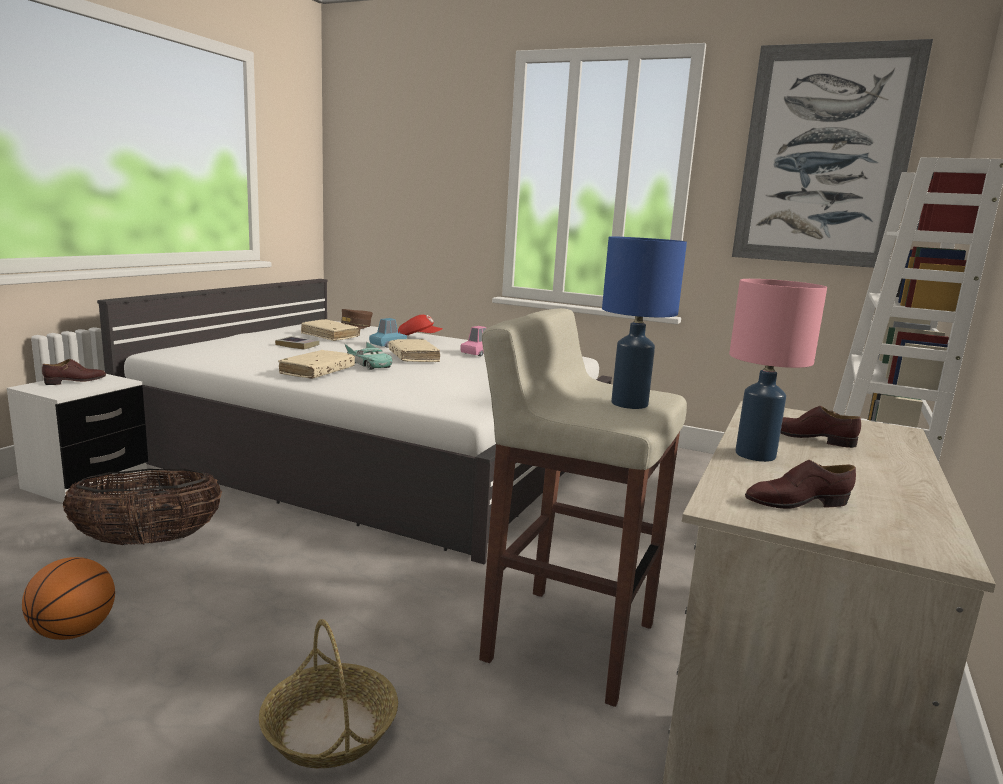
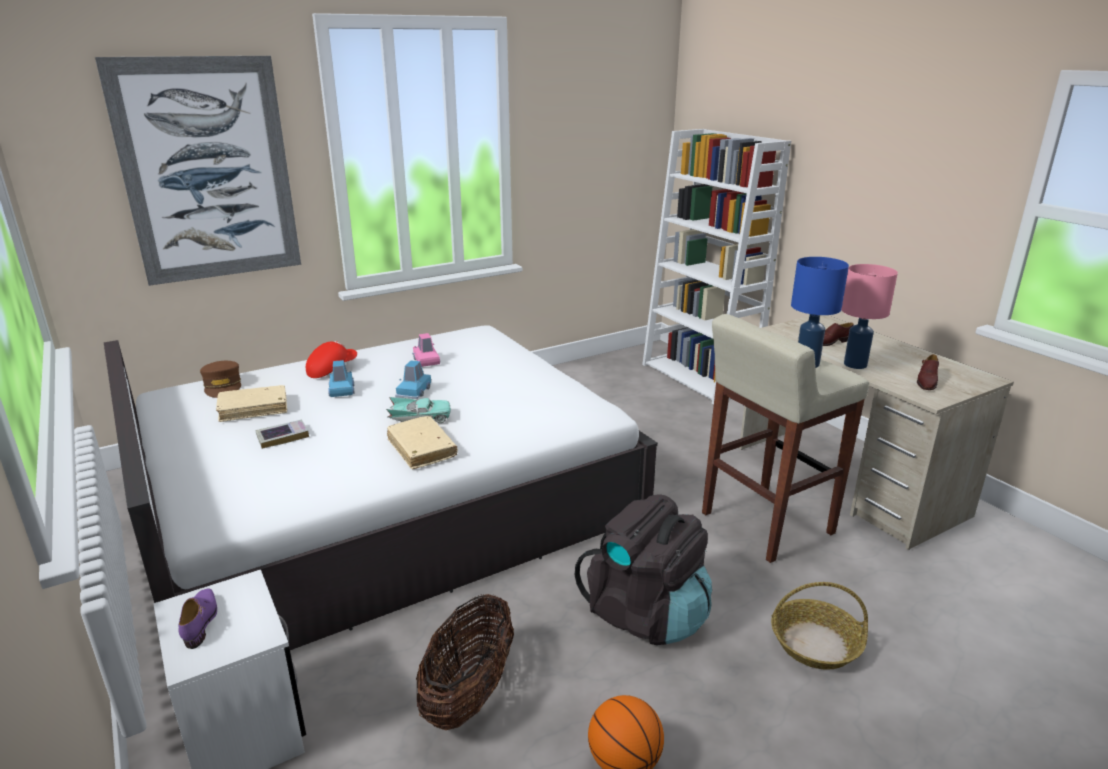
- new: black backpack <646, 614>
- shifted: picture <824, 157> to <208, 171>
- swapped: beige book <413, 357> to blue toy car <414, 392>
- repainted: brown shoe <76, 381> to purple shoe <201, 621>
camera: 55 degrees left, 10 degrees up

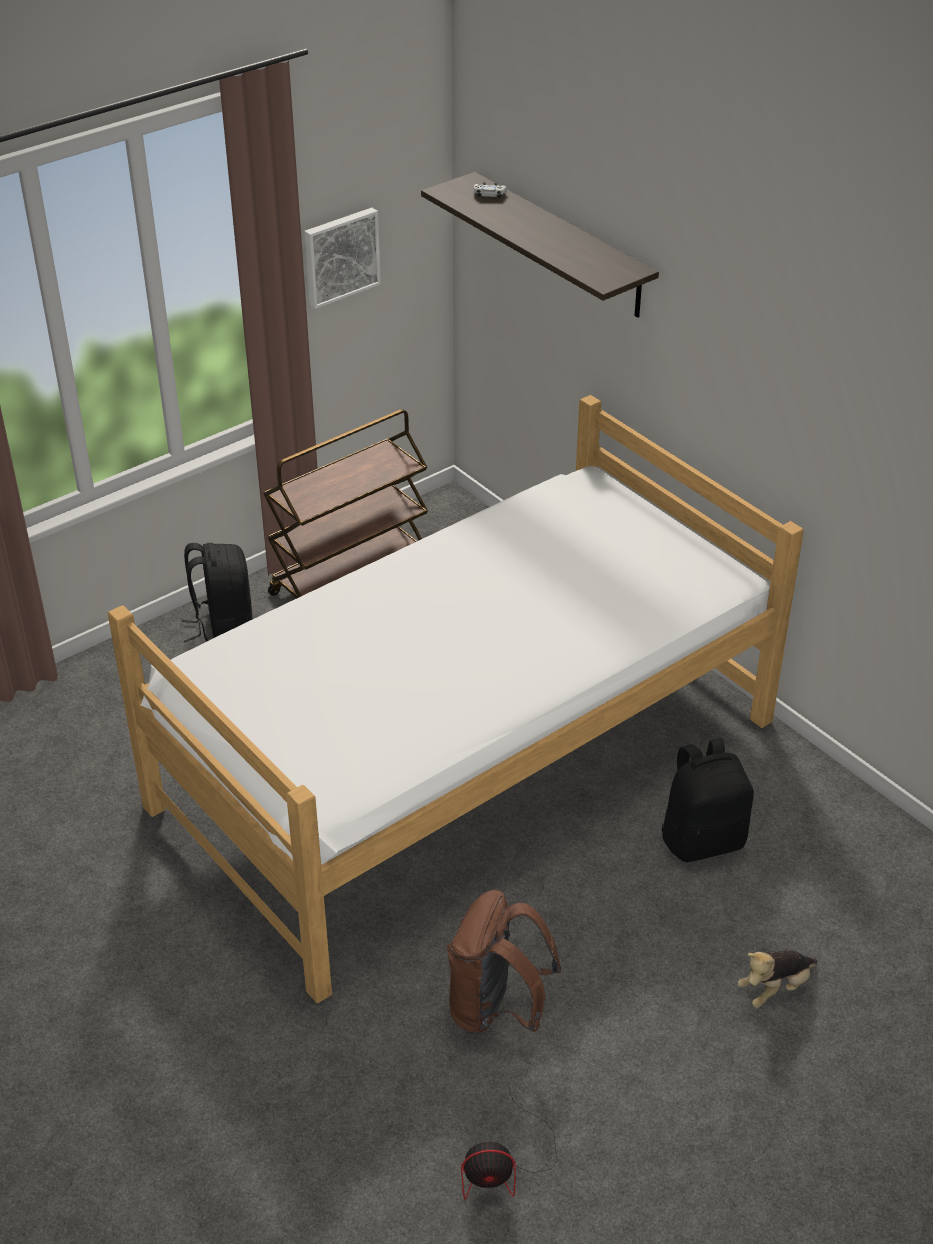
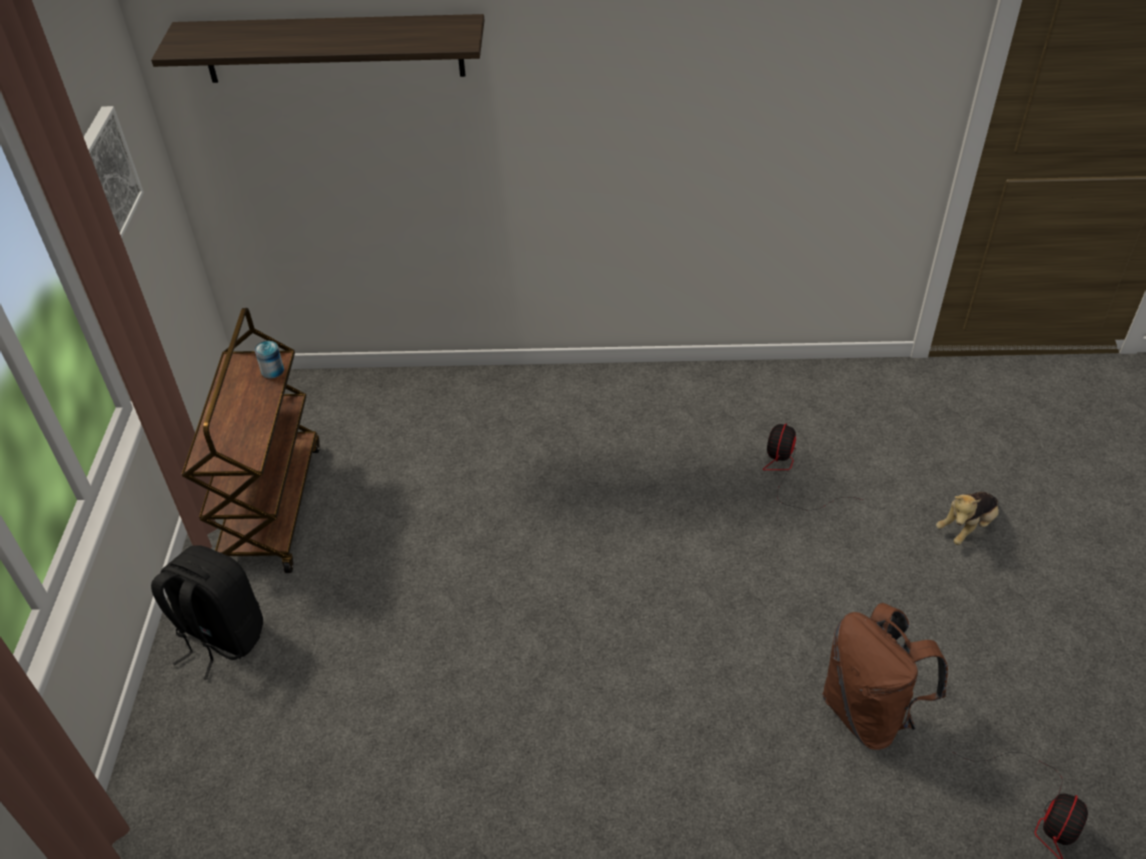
- gone: bed <468, 764>
- gone: white game controller <489, 194>
- new: can <272, 370>
- swapped: black backpack <703, 839> to fan <790, 474>
- rotated: plush toy <775, 988> = <966, 527> 45 degrees clockwise
camera: 50 degrees left, 5 degrees up

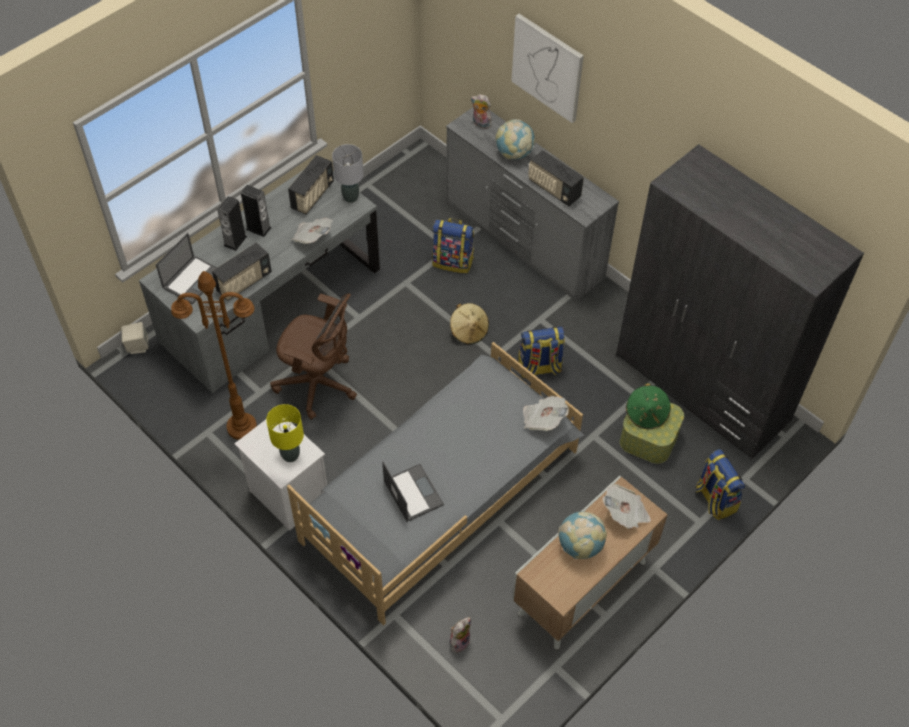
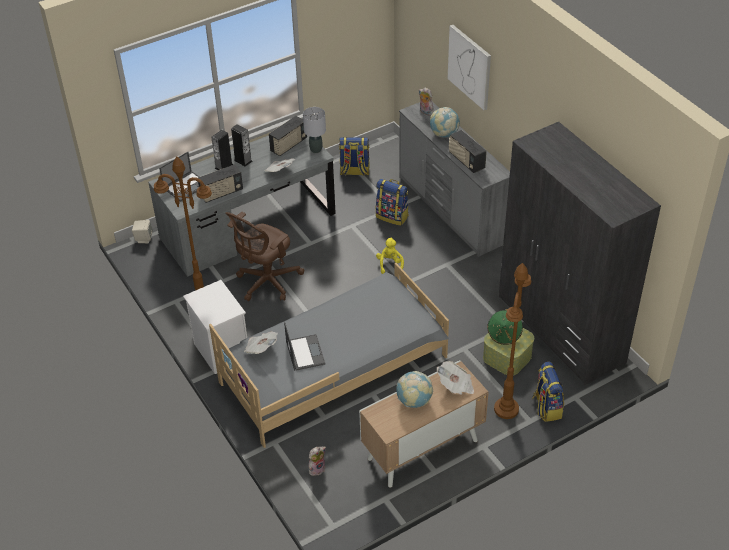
- gone: yellow table lamp <290, 455>
- new: brown floor lamp <506, 409>
- shifted: backpack <539, 368> to <354, 171>
- shifted: newspaper <543, 419> to <261, 348>
- swapped: beige hat <469, 331> to yellow plush toy <390, 264>
- rotated: brown office chair <319, 385> = <266, 283> 90 degrees clockwise
camera: 15 degrees right, 10 degrees down

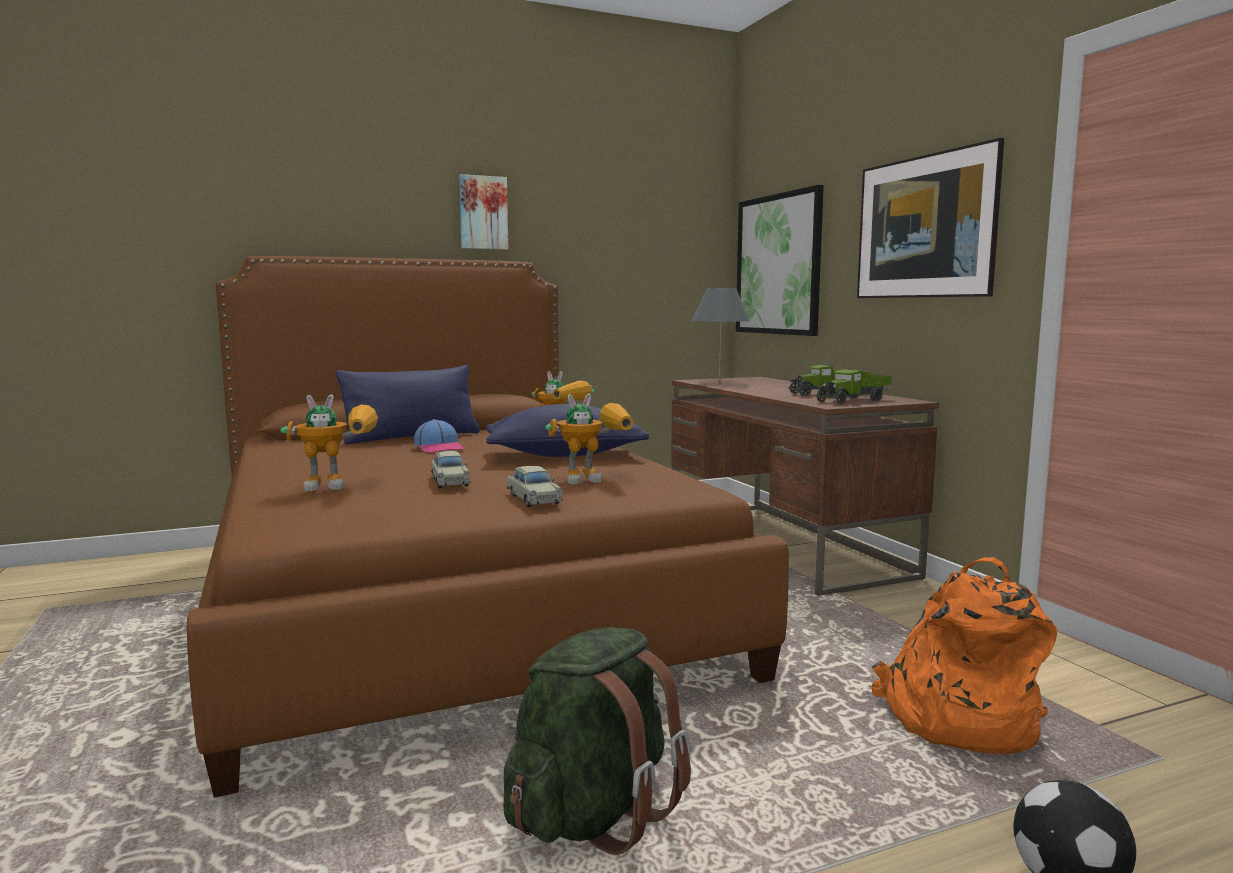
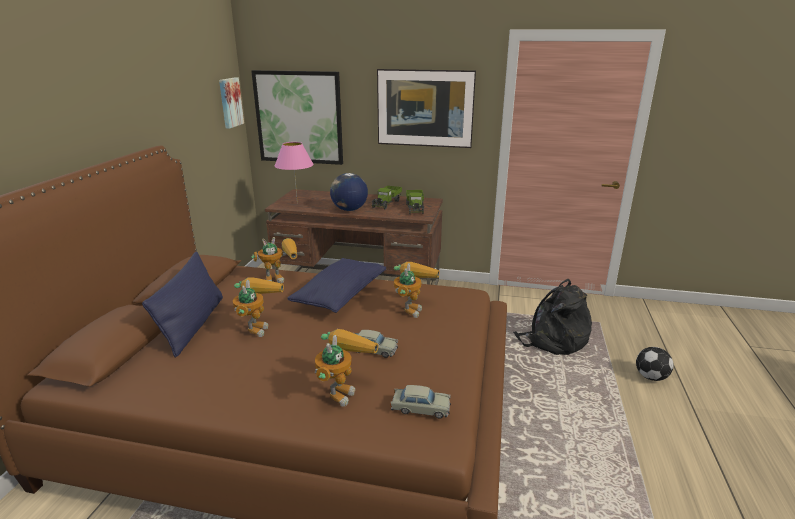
- gone: green backpack <593, 813>
- new: globe <349, 210>
- shifted: picture <483, 213> to <230, 102>
- shifted: beige toy car <533, 499> to <420, 408>
- swapped: cap <439, 448> to toy robot <257, 326>
- repainted: grey table lamp <719, 381> to pink table lamp <297, 203>
- repainted: orange backpack <957, 718> to black backpack <553, 340>
camera: 55 degrees left, 15 degrees up

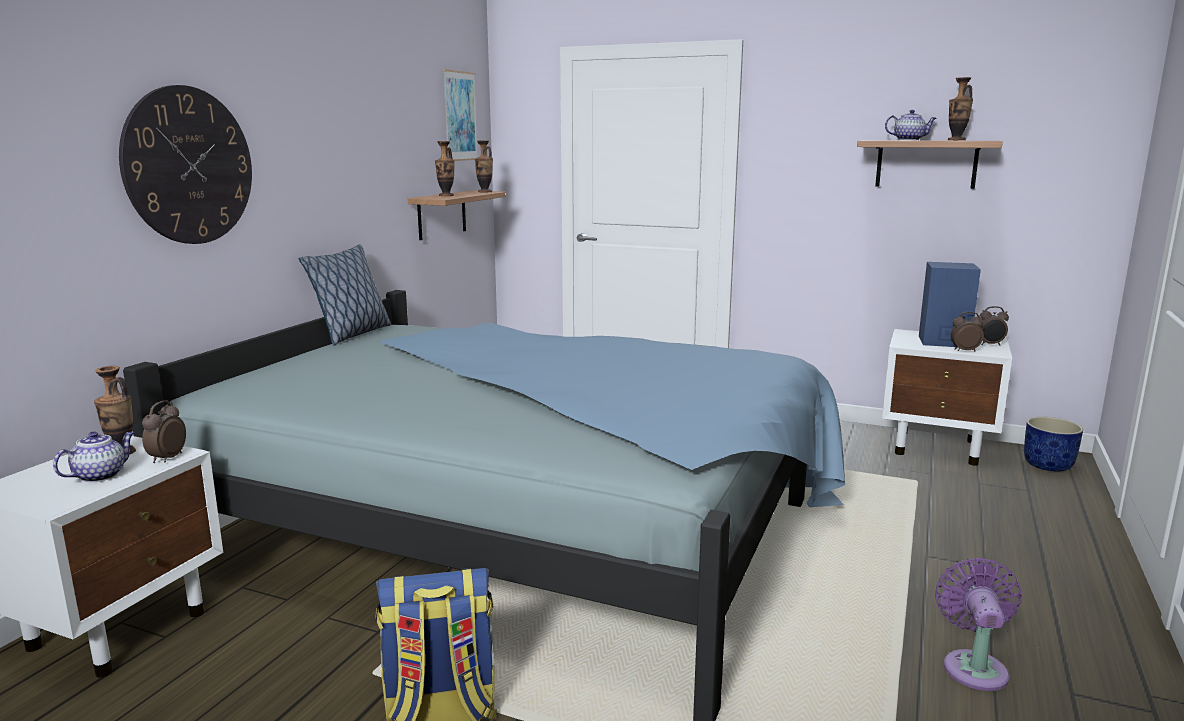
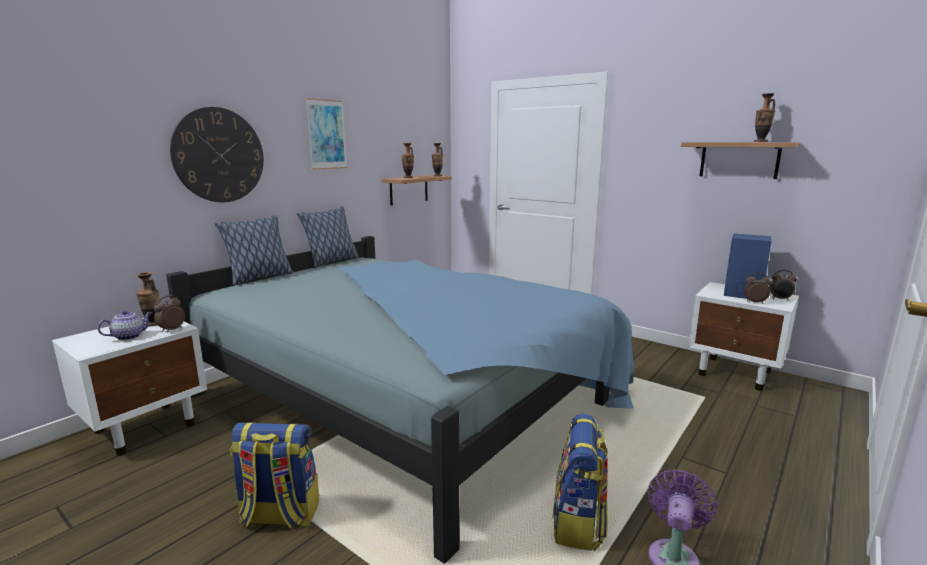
- gone: teapot <909, 140>
- gone: blue planter <1048, 465>
- new: pillow <259, 278>
- new: backpack <579, 523>
- shifted: picture <460, 116> to <326, 134>
camera: 15 degrees right, 0 degrees up

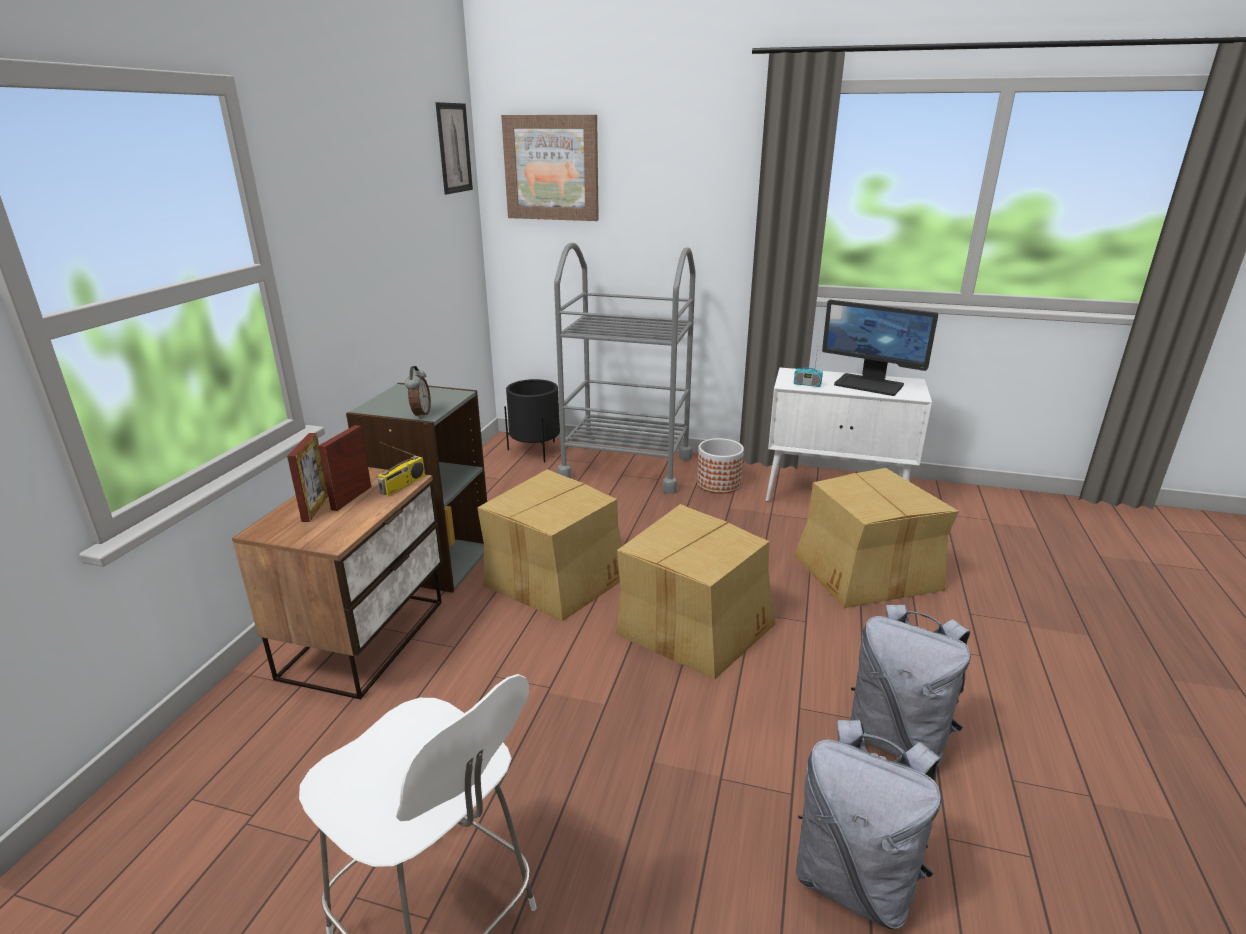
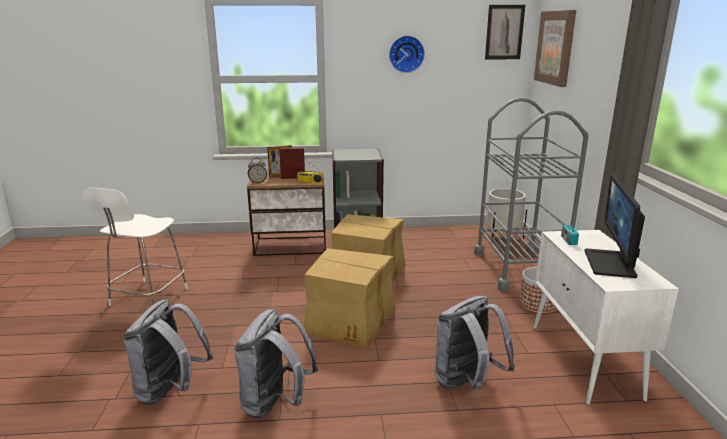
- new: wall clock <406, 54>
- shifted: alarm clock <420, 414> to <258, 182>
- swapped: cardboard box <865, 571> to grey backpack <466, 383>
- repainted: black planter <535, 451> to white planter <502, 238>
camera: 70 degrees right, 5 degrees down

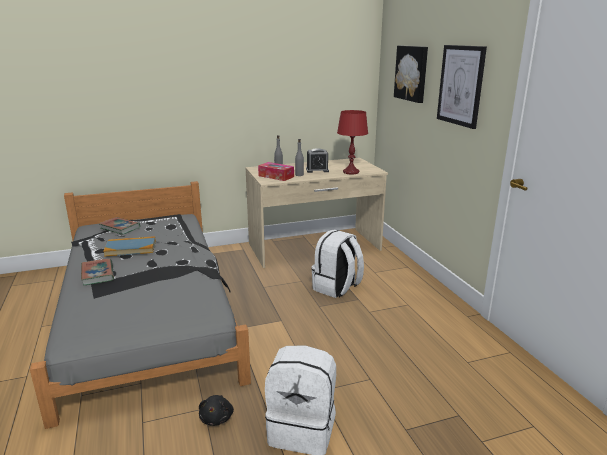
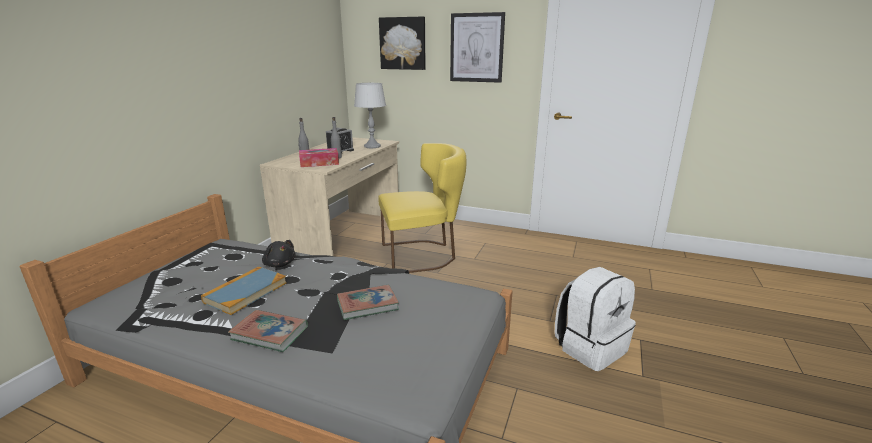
- shifted: book <120, 228> to <367, 305>
- shifted: black plush toy <217, 418> to <279, 264>
- swapped: white backpack <337, 288> to yellow chair <422, 255>
- repainted: red table lamp <350, 172> to grey table lamp <372, 146>
camera: 50 degrees left, 0 degrees up

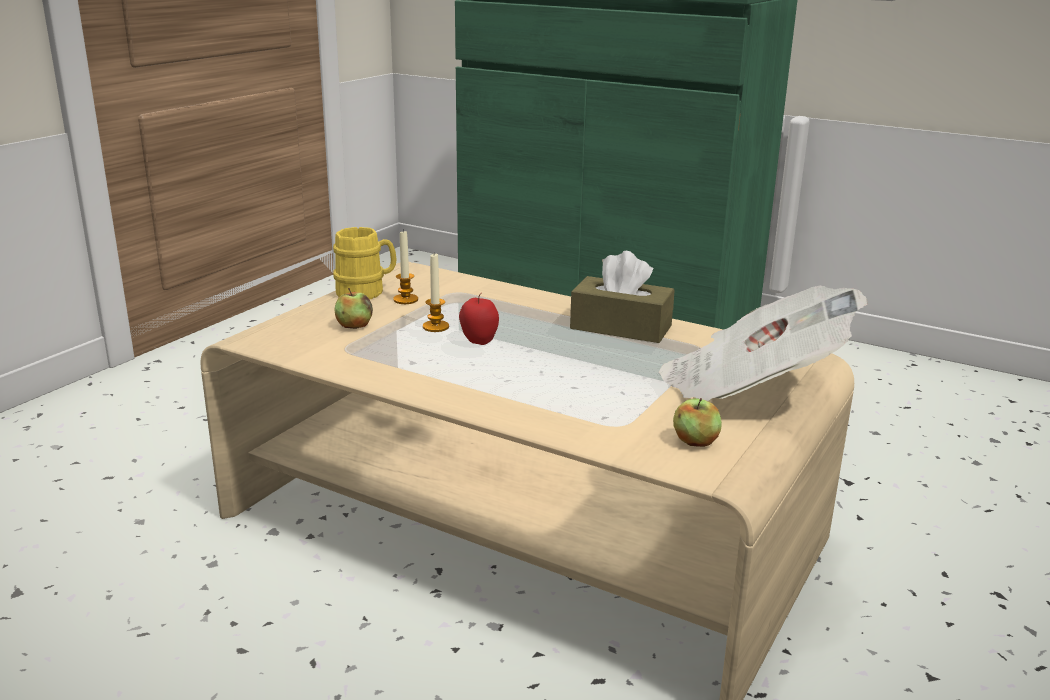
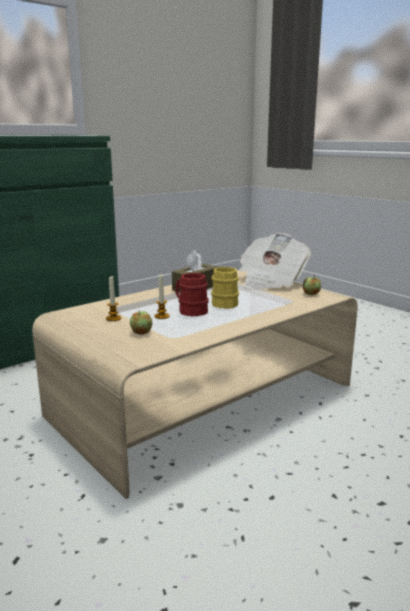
- shifted: yellow mug <366, 291> to <224, 303>
- swapped: apple <479, 342> to red mug <190, 311>
camera: 70 degrees left, 5 degrees down

